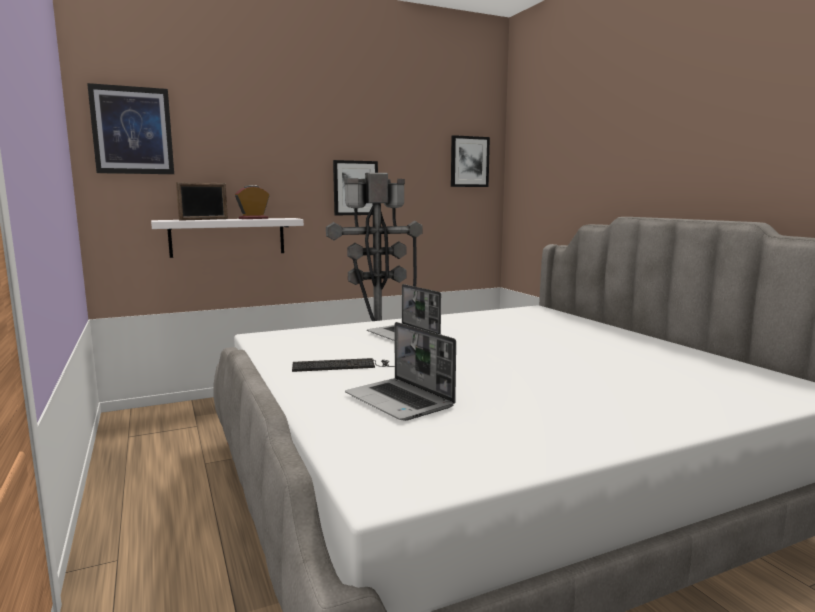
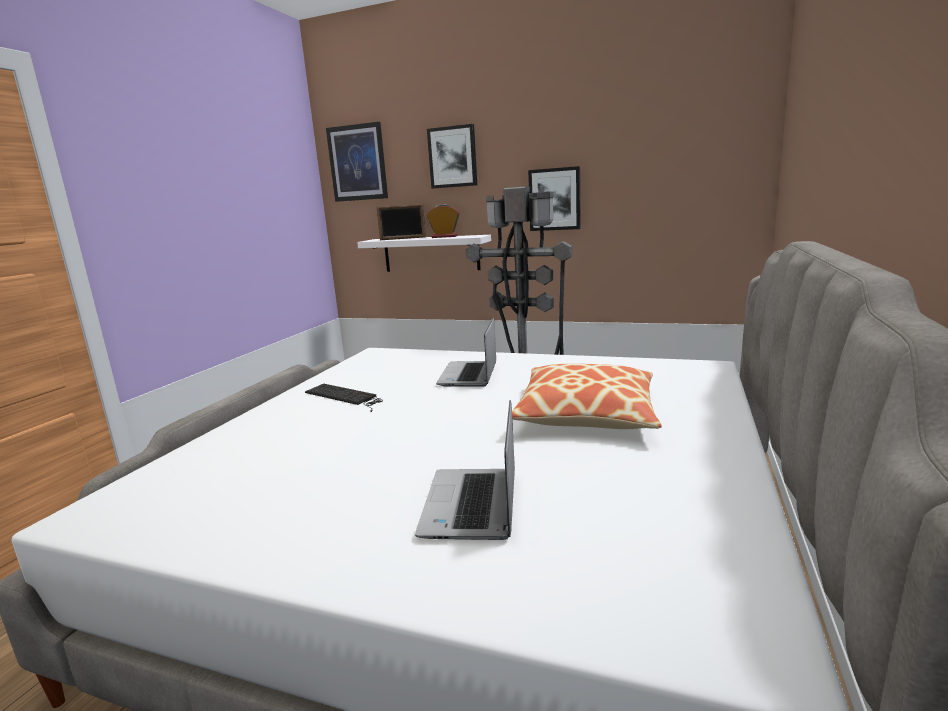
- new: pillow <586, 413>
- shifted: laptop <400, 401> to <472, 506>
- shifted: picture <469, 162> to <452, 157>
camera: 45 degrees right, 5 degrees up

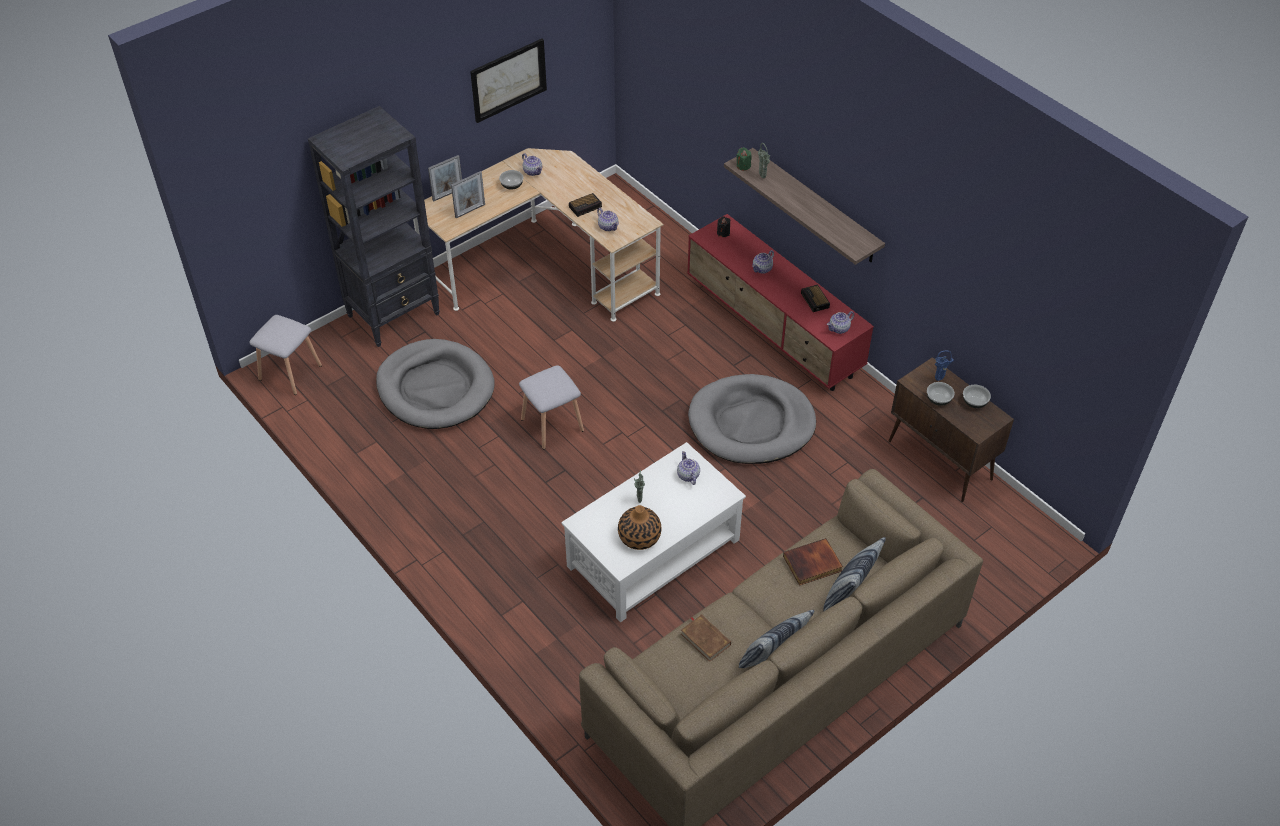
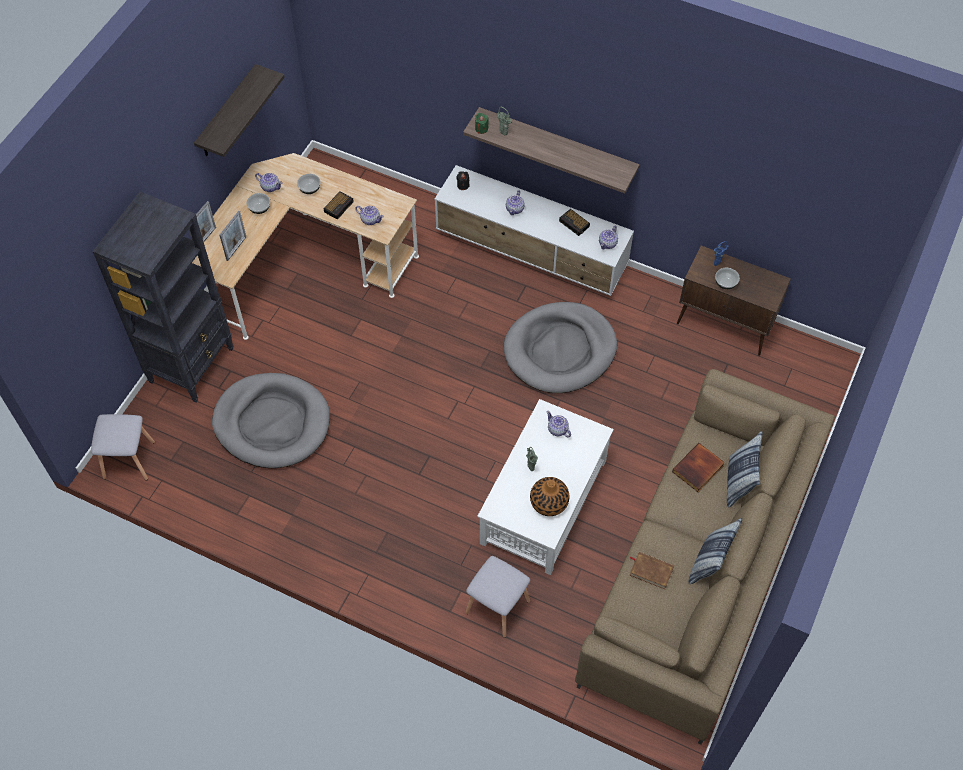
- shifted: grey stool <551, 424> to <496, 606>
- shifted: bowl <975, 402> to <310, 189>
- swapped: picture <508, 80> to shelf <227, 113>
- repainted: red tv stand <773, 329> to white tv stand <532, 254>
camera: 25 degrees left, 10 degrees up

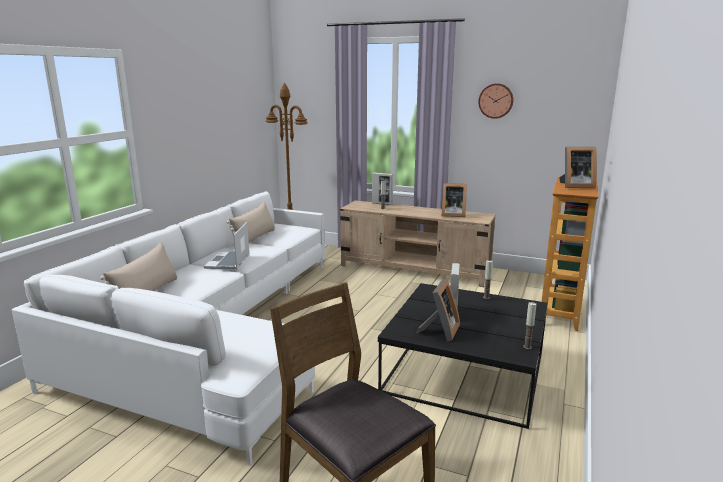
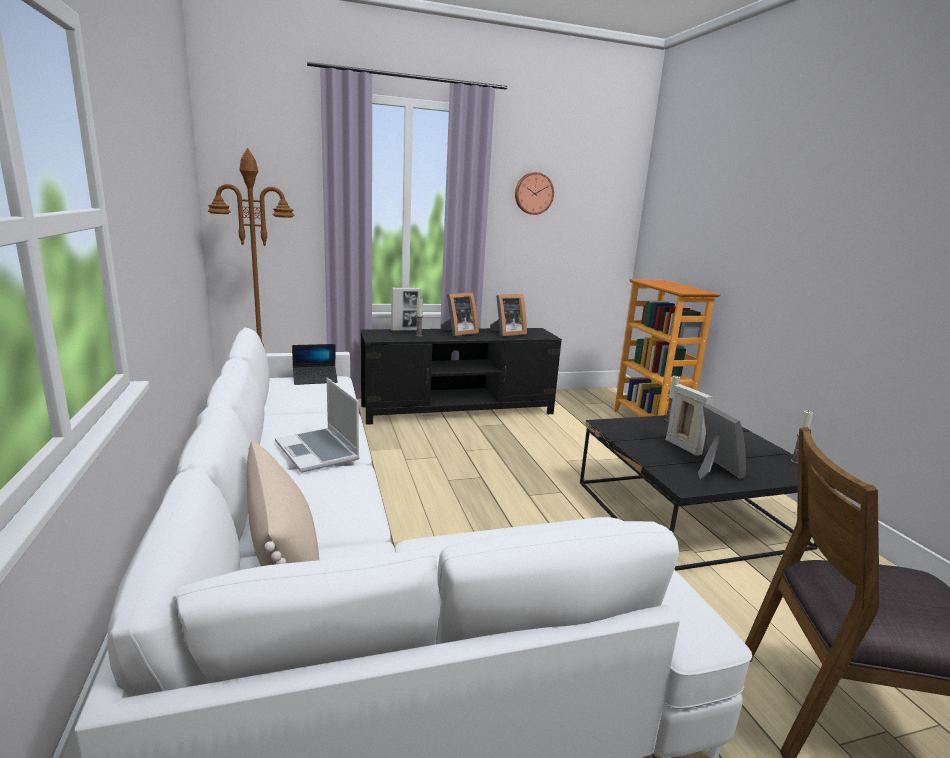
- gone: beige pillow <254, 238>
- new: laptop <315, 379>
- shifted: picture frame <575, 186> to <458, 333>
- repainted: beige tv stand <414, 269> to black tv stand <458, 410>
camera: 40 degrees left, 0 degrees up

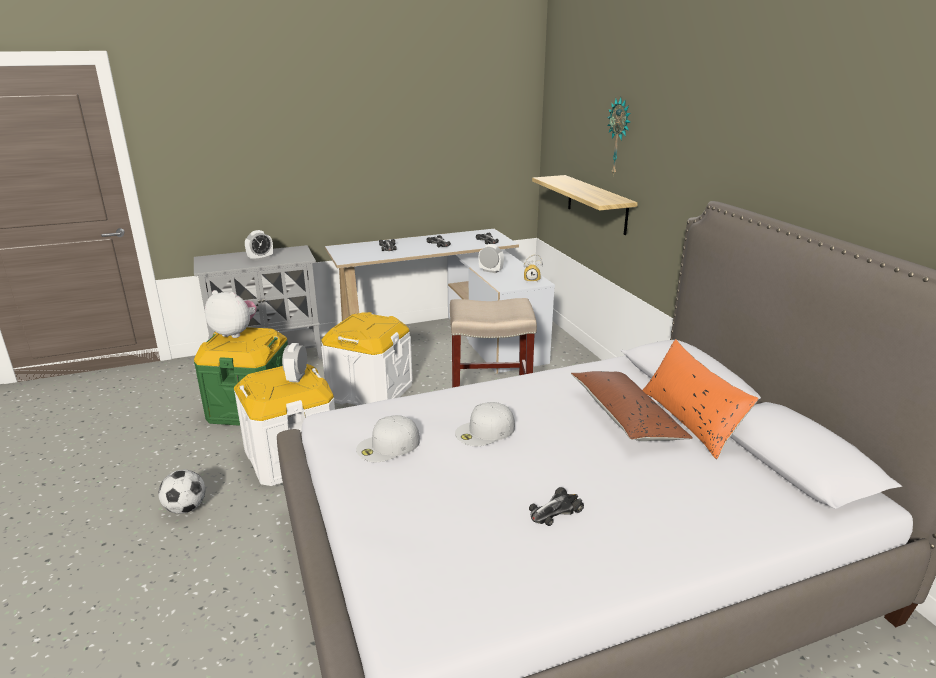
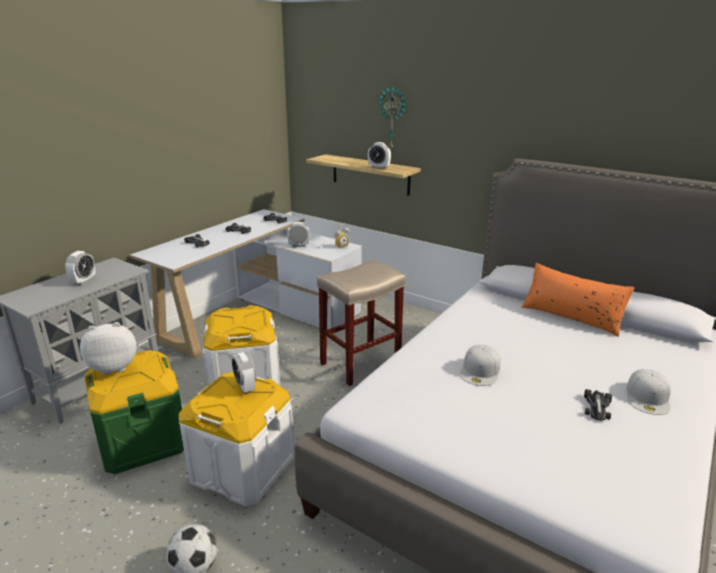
- gone: brown pillow <625, 417>
- new: alarm clock <379, 167>
- shifted: white cap <388, 446> to <648, 397>
camera: 35 degrees left, 0 degrees up

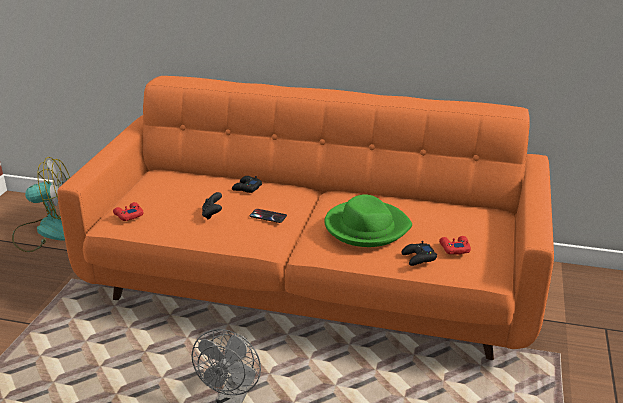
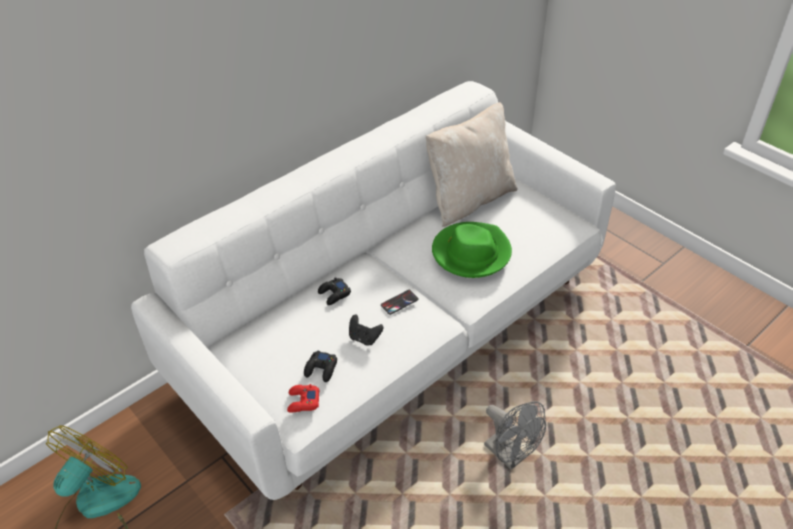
- gone: red game controller <454, 248>
- new: beige pillow <469, 199>
- shifted: black game controller <418, 258> to <321, 369>
- repainted: orange sofa <312, 284> to white sofa <397, 331>
camera: 55 degrees left, 15 degrees up

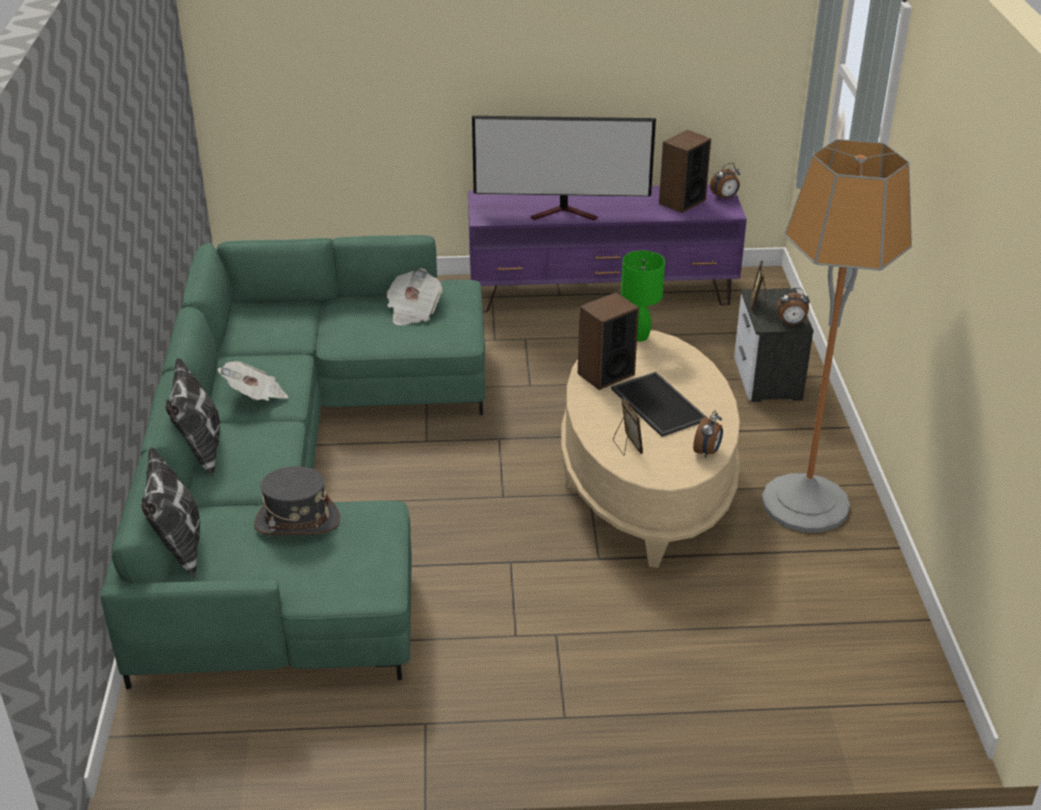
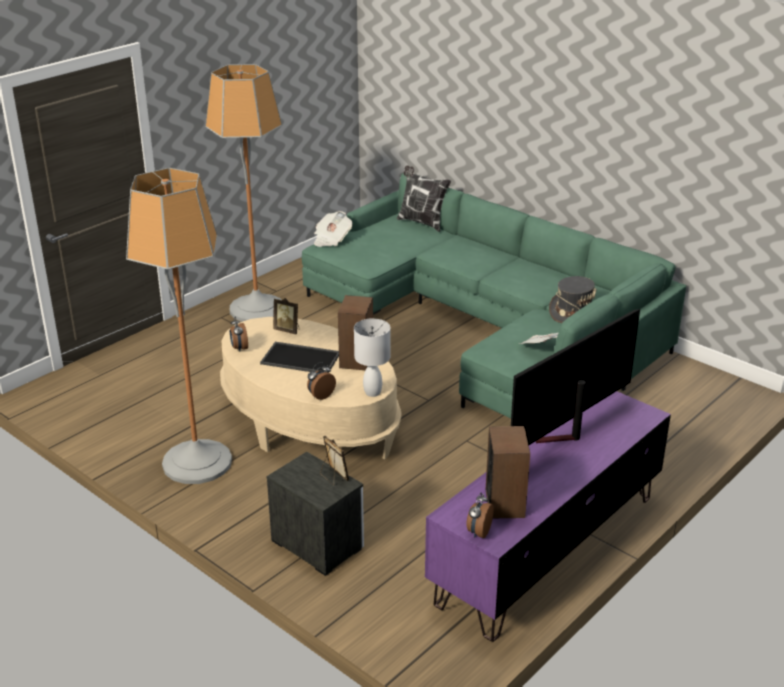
- gone: pillow <200, 452>
- new: floor lamp <257, 309>
- shifted: newspaper <256, 396> to <331, 240>
- shifted: grey hat <297, 521> to <573, 312>
- shifted: alarm clock <791, 324> to <320, 395>
- repainted: green table lamp <638, 336> to white table lamp <373, 392>
camera: 135 degrees right, 5 degrees down

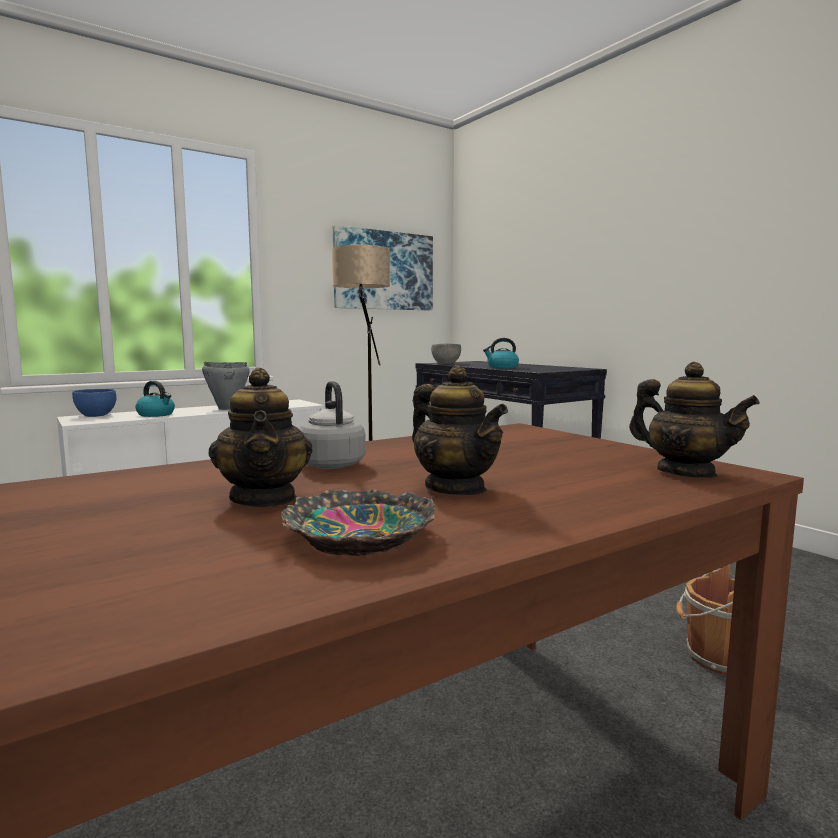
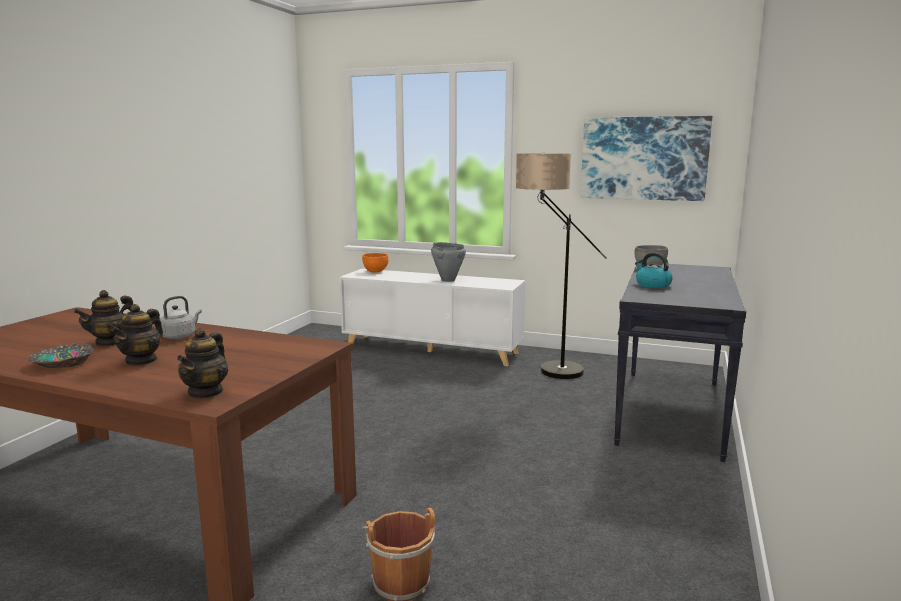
- gone: kettle <156, 414>
- repainted: blue bowl <96, 415> to orange bowl <375, 271>
camera: 55 degrees right, 5 degrees up

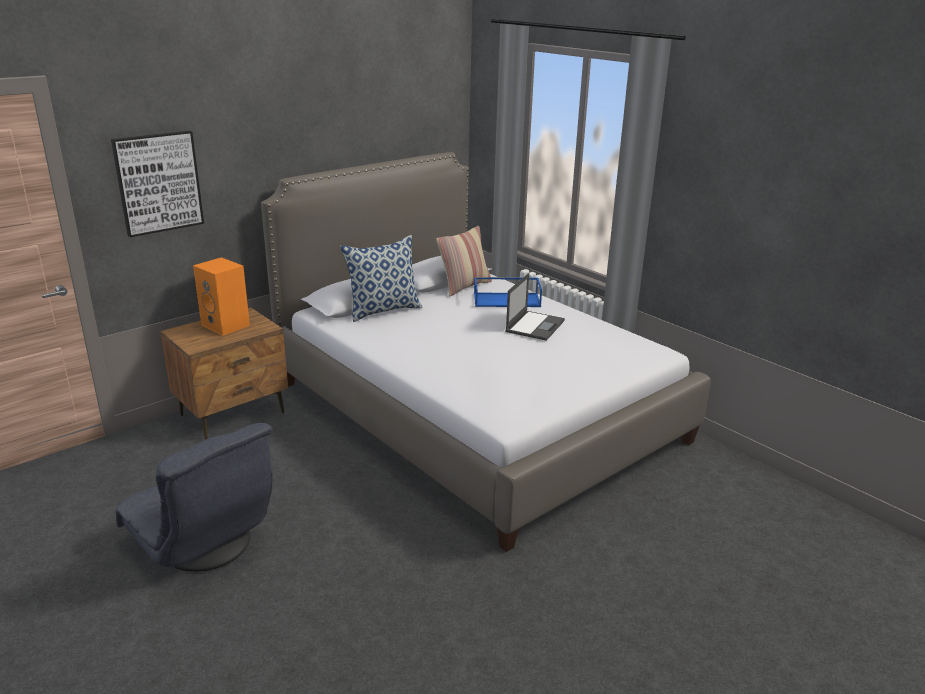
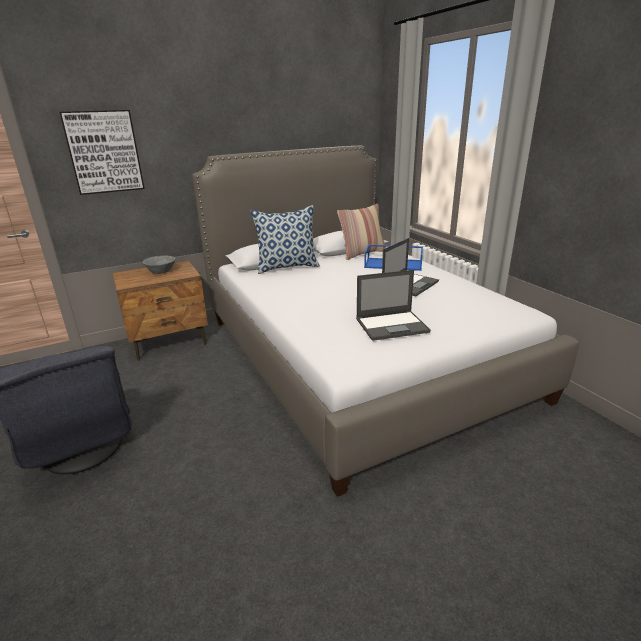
- new: laptop <392, 325>
- swapped: orange speaker <227, 325> to grey bowl <161, 271>
camera: 15 degrees right, 0 degrees up

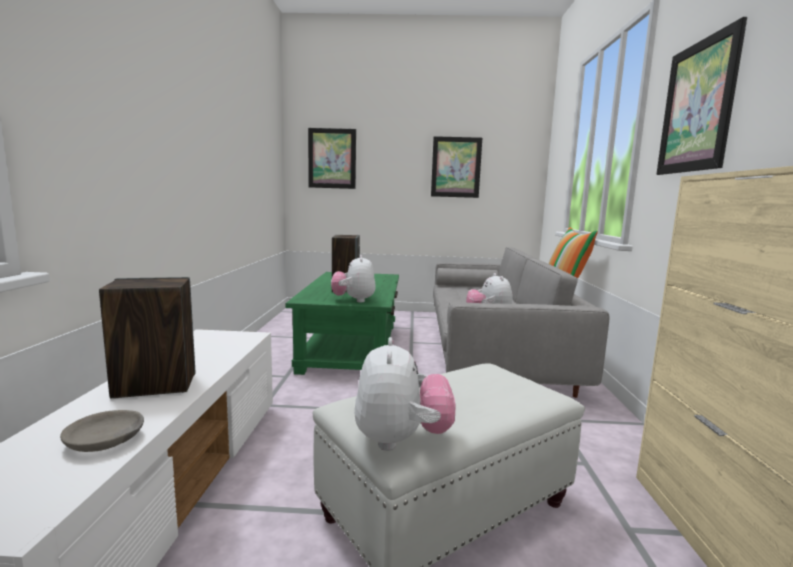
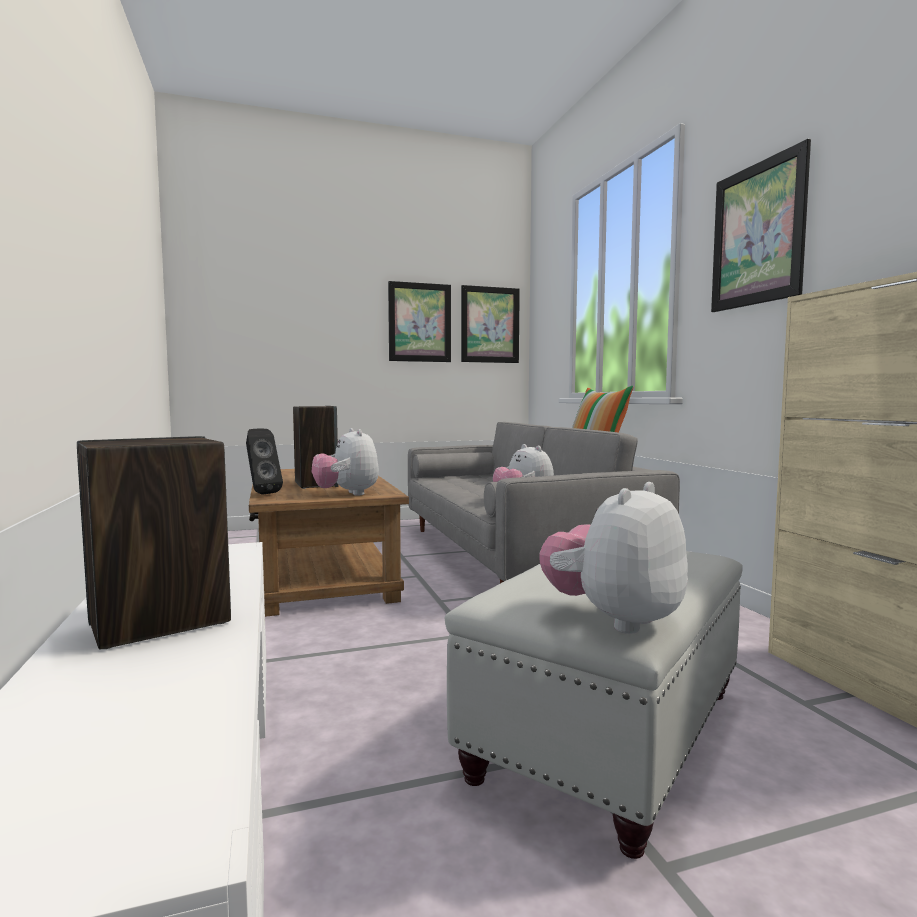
- gone: grey bowl <106, 440>
- new: black speaker <261, 494>
- shifted: picture <332, 158> to <490, 325>
- repainted: green coffee table <351, 346> to brown coffee table <322, 571>
- rotated: plush toy <401, 440> = <614, 620> 120 degrees counterclockwise
camera: 20 degrees left, 5 degrees down

